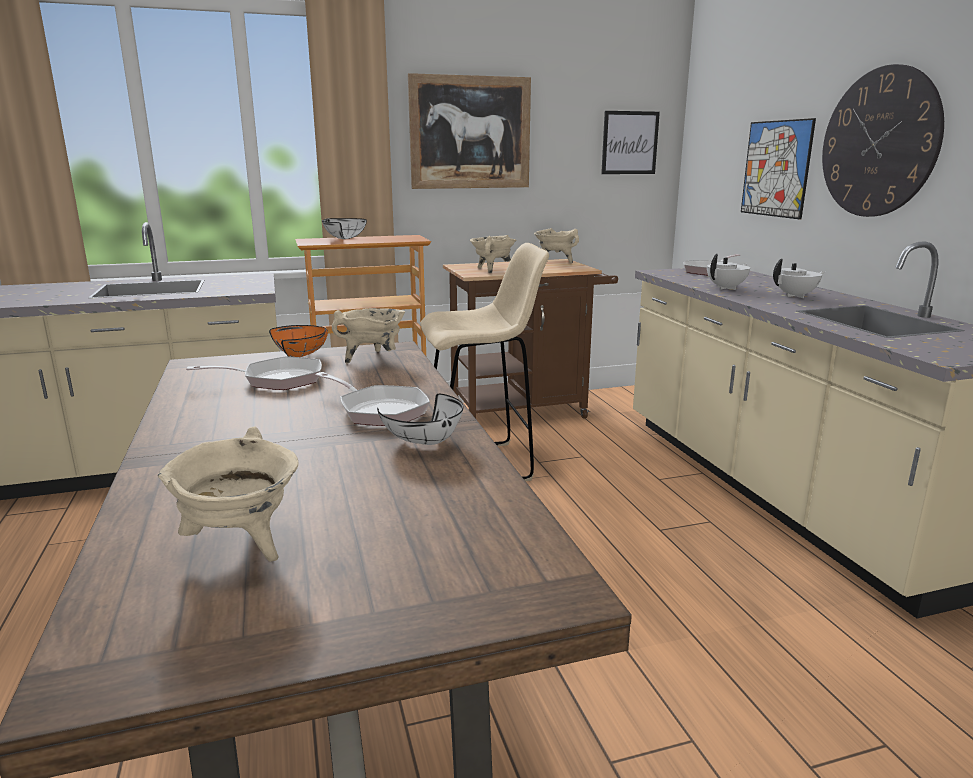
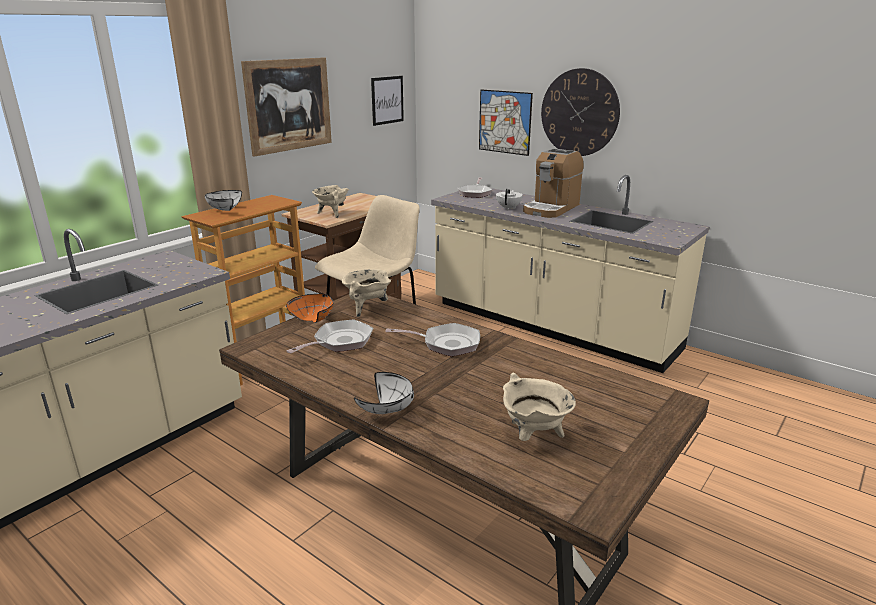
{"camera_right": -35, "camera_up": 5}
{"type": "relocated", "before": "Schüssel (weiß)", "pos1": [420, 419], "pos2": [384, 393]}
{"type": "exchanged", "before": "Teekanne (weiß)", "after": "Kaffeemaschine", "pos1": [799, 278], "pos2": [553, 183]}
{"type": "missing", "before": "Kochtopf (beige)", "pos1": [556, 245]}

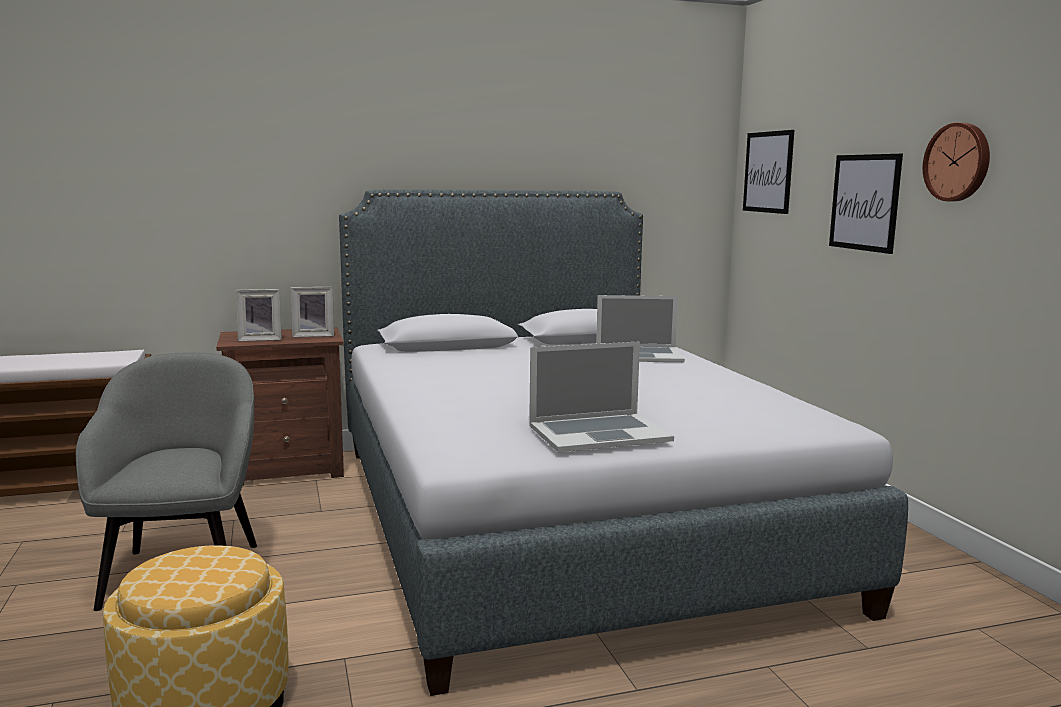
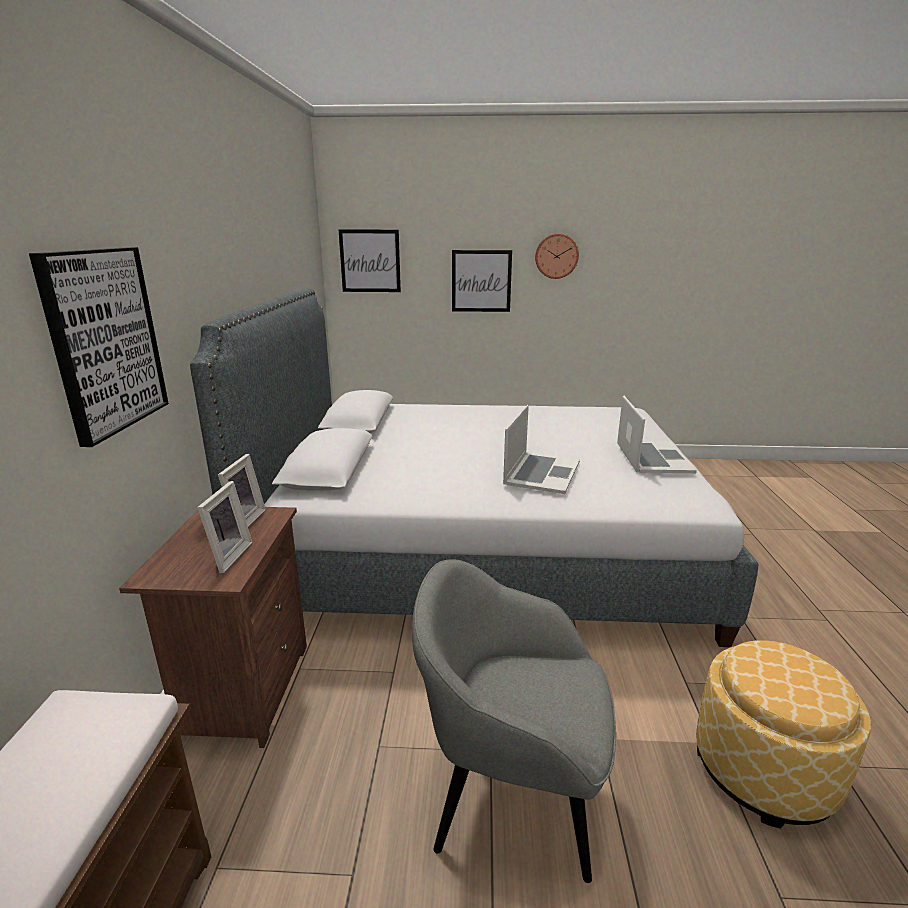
{"camera_right": -70, "camera_up": 10}
{"type": "appeared", "after": "Bild", "pos2": [99, 347]}
{"type": "relocated", "before": "Laptop", "pos1": [640, 328], "pos2": [541, 449]}

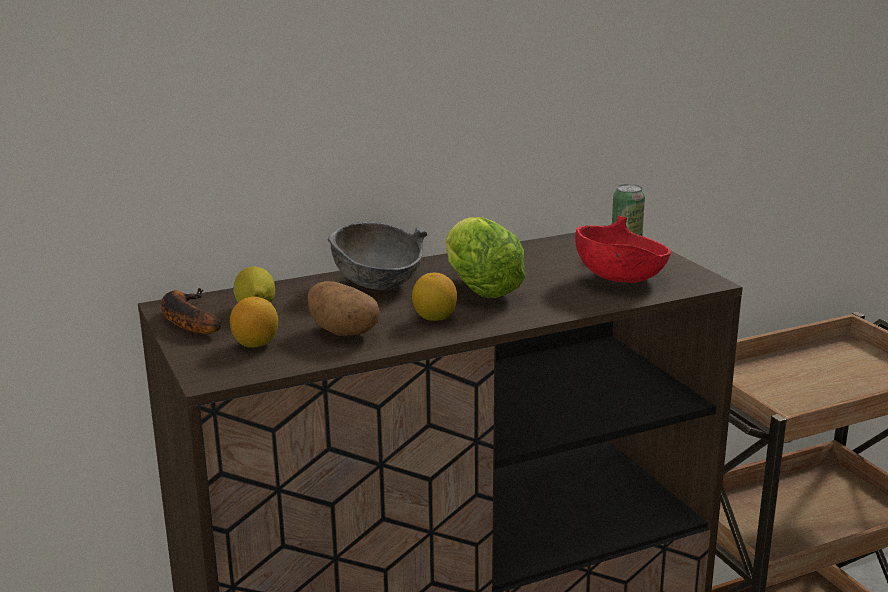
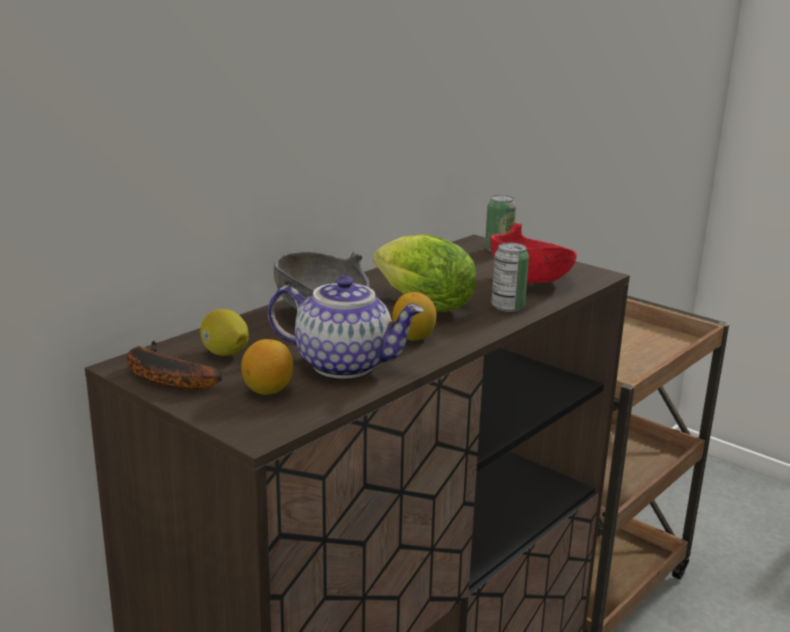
{"camera_right": -25, "camera_up": 0}
{"type": "exchanged", "before": "Kartoffel", "after": "Teekanne", "pos1": [344, 308], "pos2": [346, 327]}
{"type": "appeared", "after": "Dose", "pos2": [510, 277]}

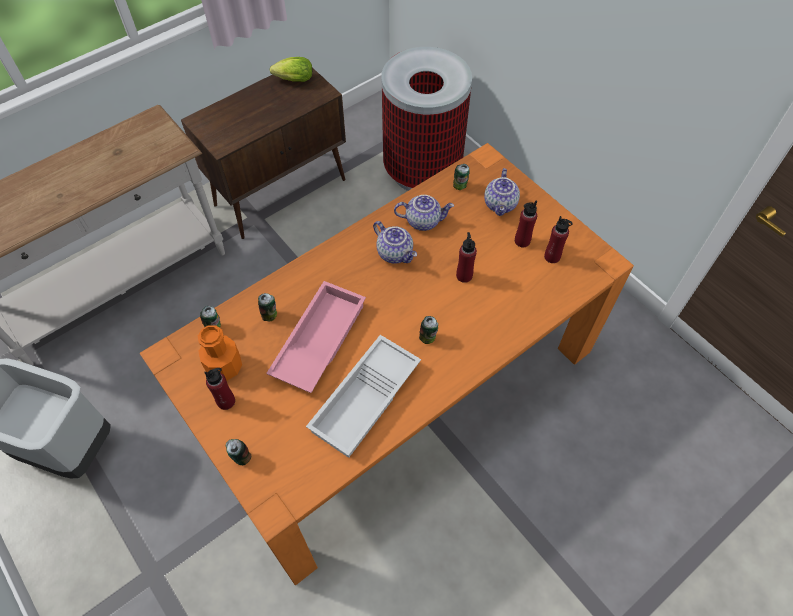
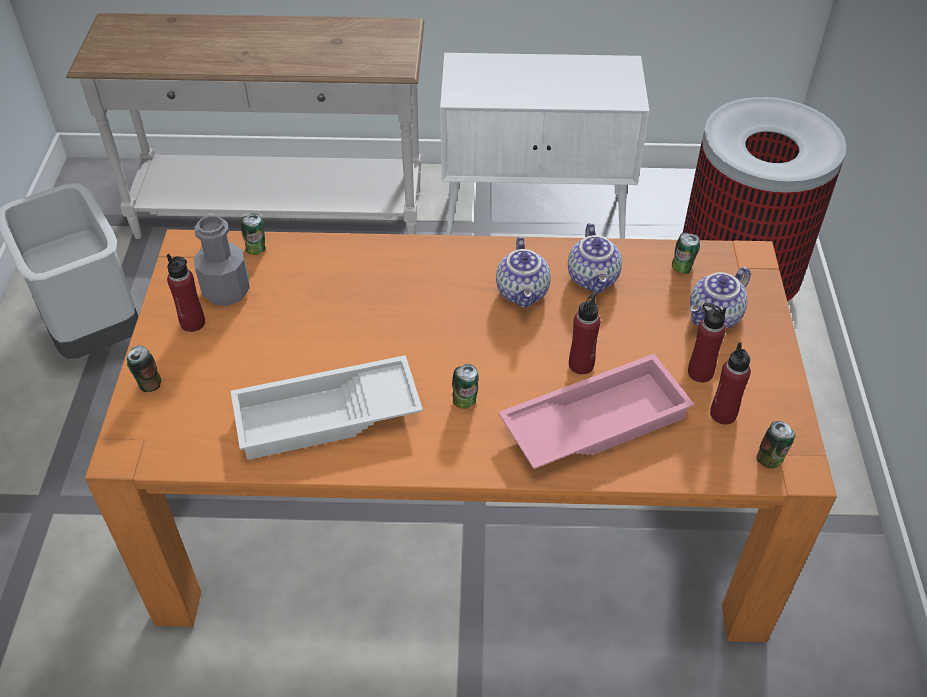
{"camera_right": 40, "camera_up": -10}
{"type": "colour", "before": "Flasche (orange)", "after": "Flasche (grau)", "pos1": [220, 353], "pos2": [222, 260]}
{"type": "colour", "before": "Schrank (braun)", "after": "Schrank (weiß)", "pos1": [263, 153], "pos2": [545, 146]}
{"type": "relocated", "before": "Tablett (rosa)", "pos1": [316, 337], "pos2": [596, 411]}
{"type": "spun", "before": "Teekanne", "pos1": [424, 213], "pos2": [595, 258], "turn": 45}
{"type": "relocated", "before": "Dose", "pos1": [267, 307], "pos2": [775, 445]}
{"type": "missing", "before": "Salatkopf", "pos1": [291, 69]}

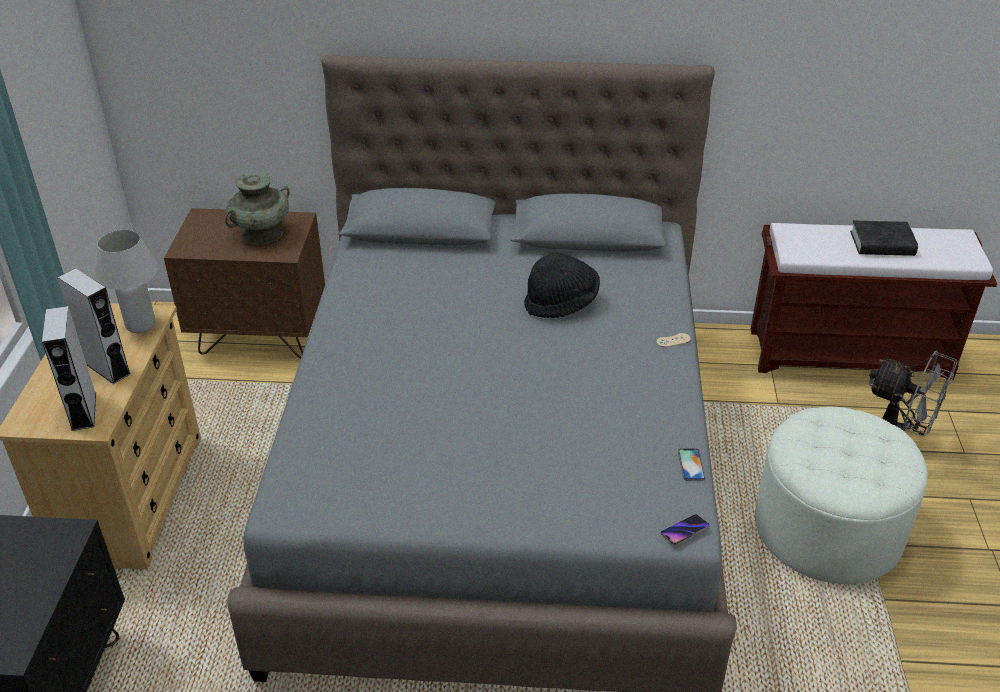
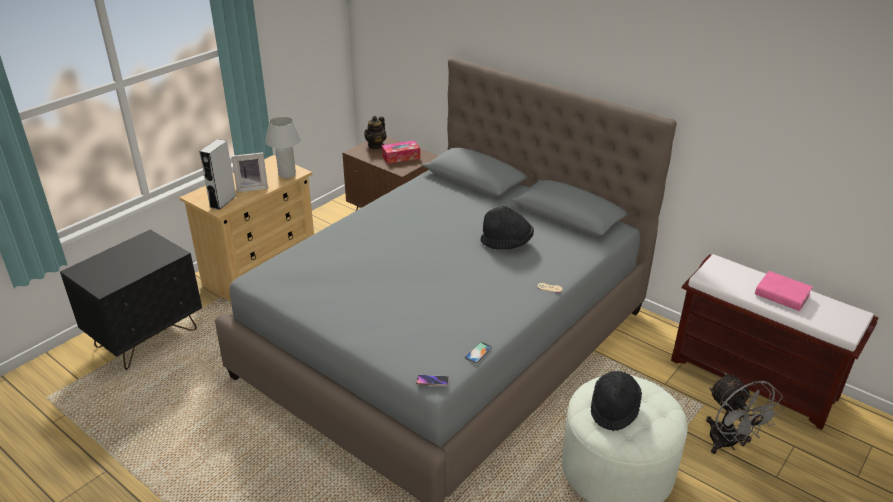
{"camera_right": 35, "camera_up": -5}
{"type": "exchanged", "before": "Lautsprecher (grau)", "after": "Bilderrahmen", "pos1": [93, 326], "pos2": [249, 172]}
{"type": "appeared", "after": "Teekanne", "pos2": [375, 132]}
{"type": "exchanged", "before": "Vase (türkis)", "after": "Taschentuchbox", "pos1": [257, 208], "pos2": [401, 152]}
{"type": "appeared", "after": "Hut (schwarz)", "pos2": [616, 401]}
{"type": "colour", "before": "Buch (schwarz)", "after": "Buch (rosa)", "pos1": [884, 238], "pos2": [784, 291]}

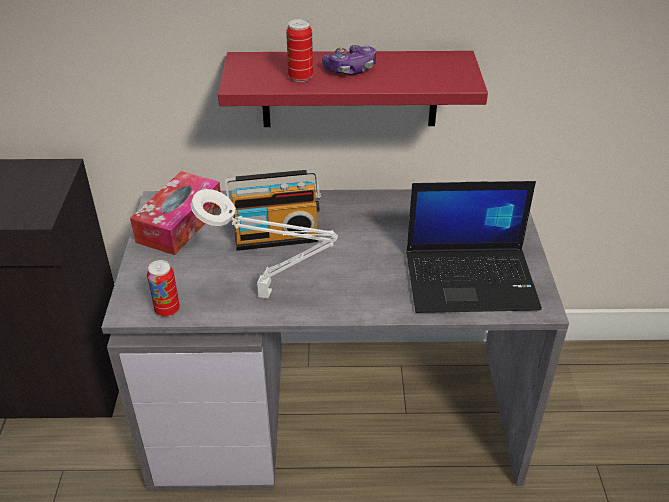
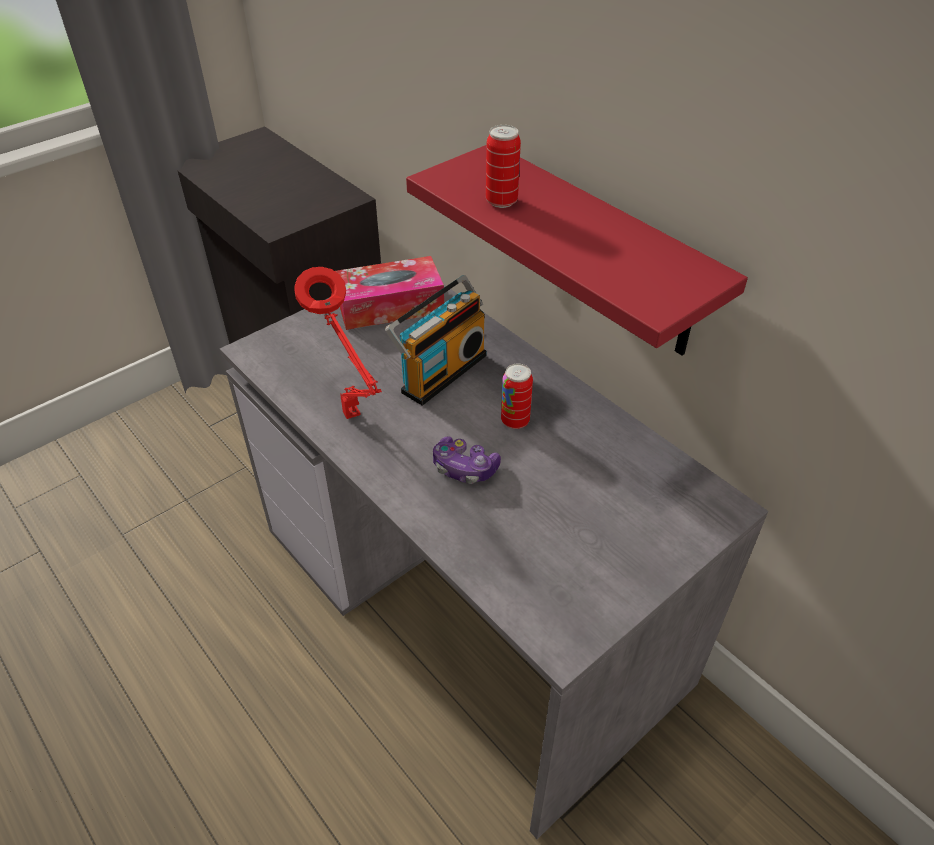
{"camera_right": 50, "camera_up": 5}
{"type": "colour", "before": "Tischlampe (weiß)", "after": "Tischlampe (rot)", "pos1": [264, 244], "pos2": [338, 343]}
{"type": "spun", "before": "Radio", "pos1": [273, 210], "pos2": [436, 340], "turn": -90}
{"type": "relocated", "before": "Gamepad", "pos1": [349, 60], "pos2": [467, 460]}
{"type": "relocated", "before": "Dose", "pos1": [163, 288], "pos2": [517, 396]}
{"type": "missing", "before": "Laptop", "pos1": [474, 247]}

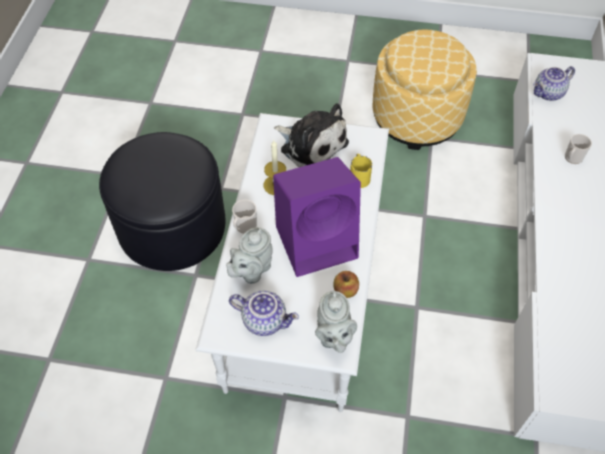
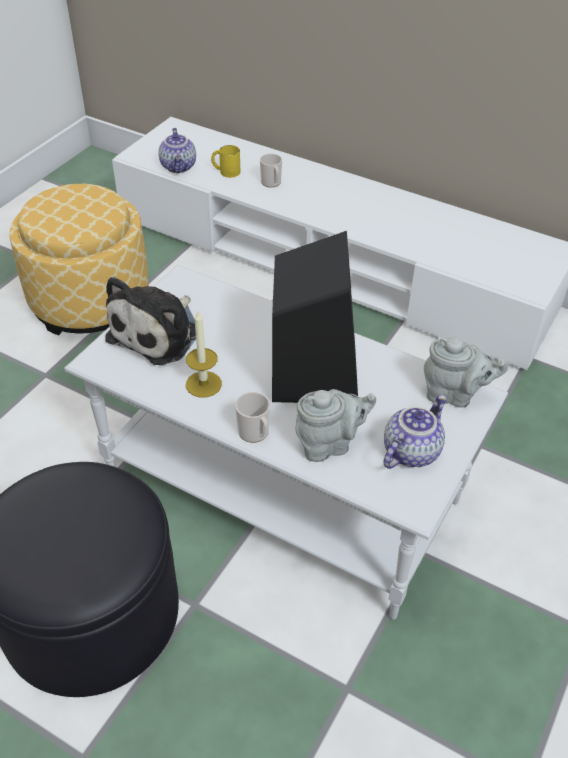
{"camera_right": -70, "camera_up": -10}
{"type": "spun", "before": "Plüschtier", "pos1": [311, 135], "pos2": [150, 320], "turn": 150}
{"type": "relocated", "before": "Henkelbecher (gelb)", "pos1": [361, 171], "pos2": [225, 161]}
{"type": "colour", "before": "Lautsprecher (lila)", "after": "Lautsprecher (schwarz)", "pos1": [317, 217], "pos2": [315, 317]}
{"type": "spun", "before": "Teekanne (grau)", "pos1": [249, 255], "pos2": [335, 425], "turn": -75}
{"type": "missing", "before": "Apfel", "pos1": [346, 284]}

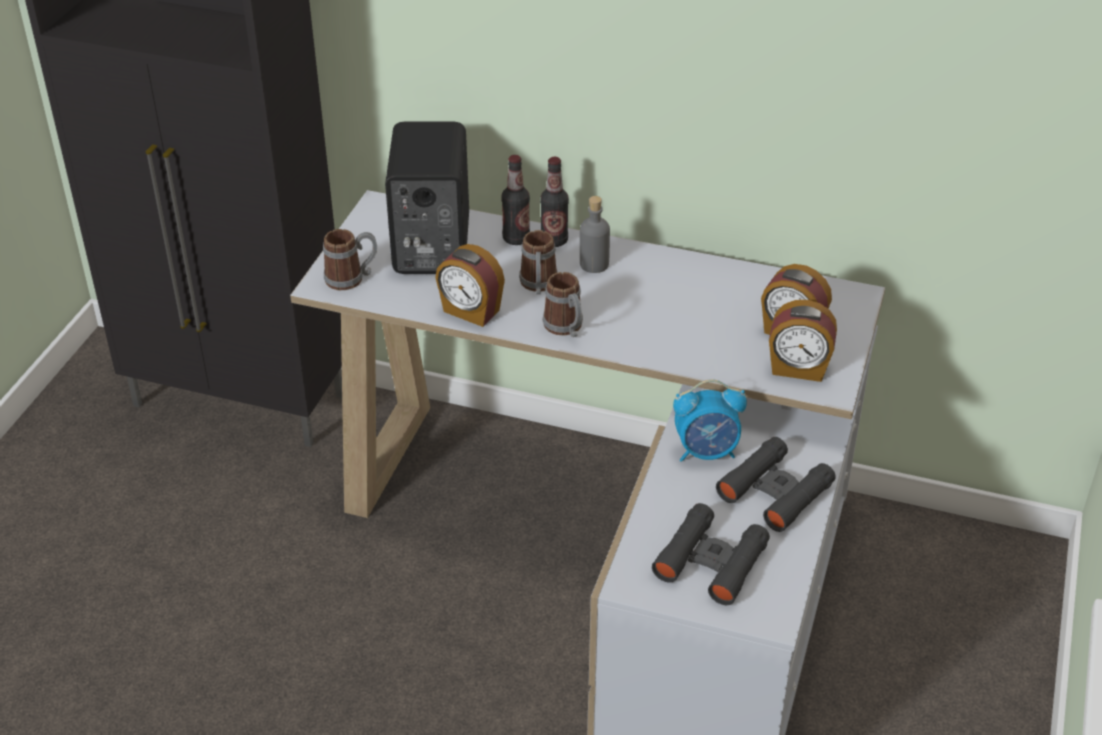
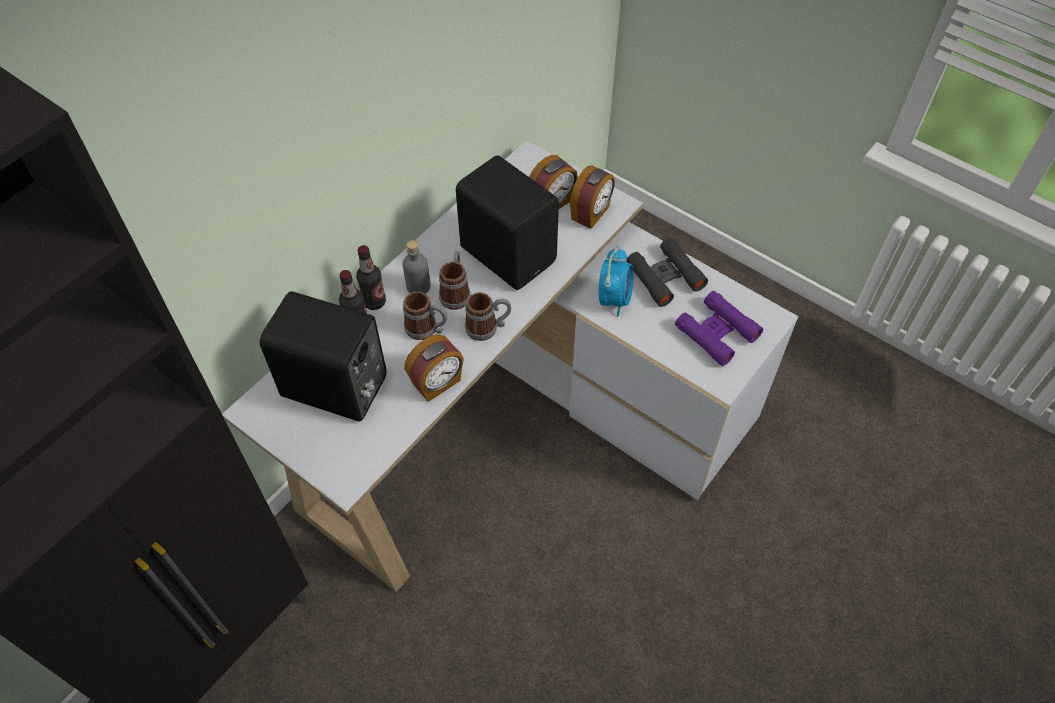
{"camera_right": -70, "camera_up": 15}
{"type": "relocated", "before": "Henkelbecher", "pos1": [350, 259], "pos2": [455, 280]}
{"type": "appeared", "after": "Lautsprecher (schwarz)", "pos2": [507, 222]}
{"type": "colour", "before": "Fernglas (schwarz)", "after": "Fernglas (lila)", "pos1": [711, 554], "pos2": [719, 328]}

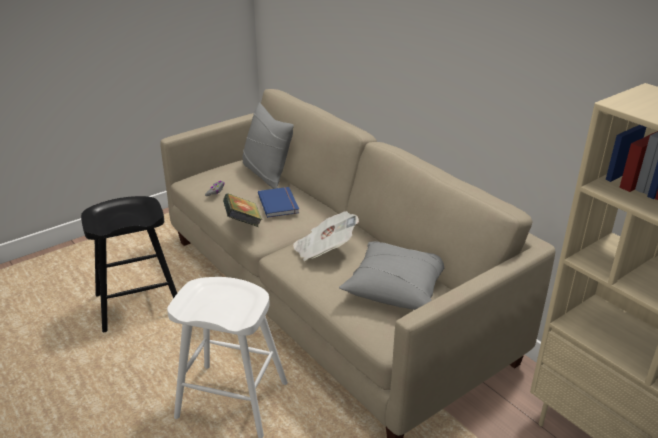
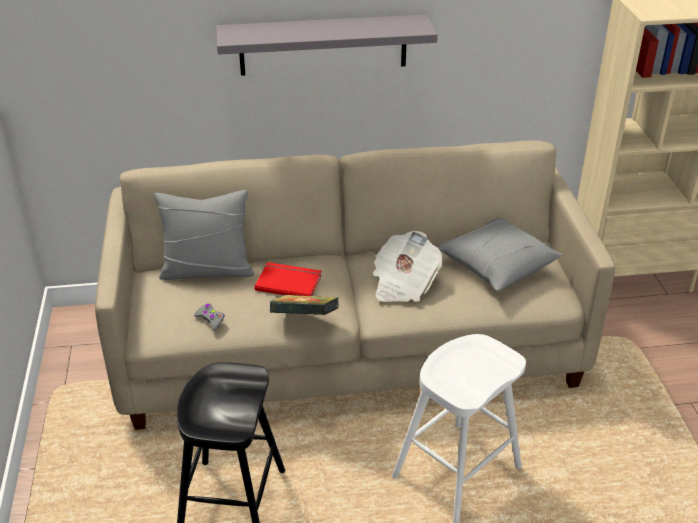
{"camera_right": -60, "camera_up": 5}
{"type": "appeared", "after": "Wandregal (grau)", "pos2": [327, 45]}
{"type": "colour", "before": "Buch (blau)", "after": "Buch (rot)", "pos1": [278, 202], "pos2": [288, 279]}

